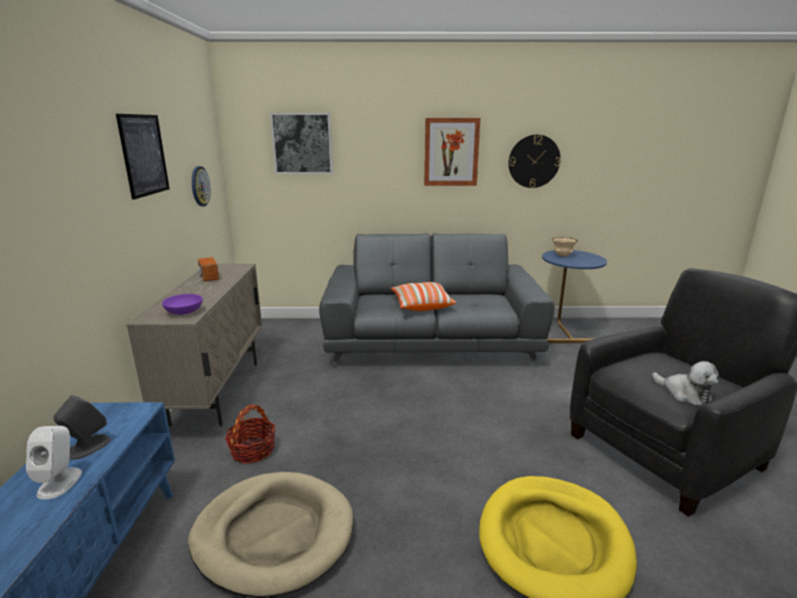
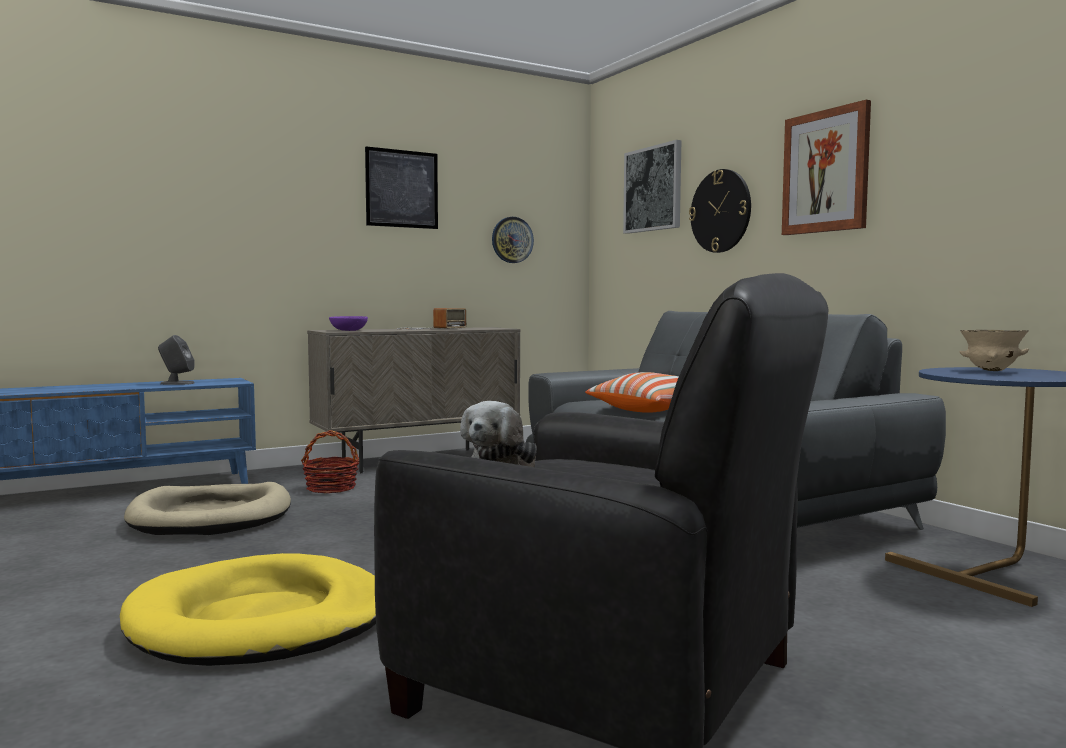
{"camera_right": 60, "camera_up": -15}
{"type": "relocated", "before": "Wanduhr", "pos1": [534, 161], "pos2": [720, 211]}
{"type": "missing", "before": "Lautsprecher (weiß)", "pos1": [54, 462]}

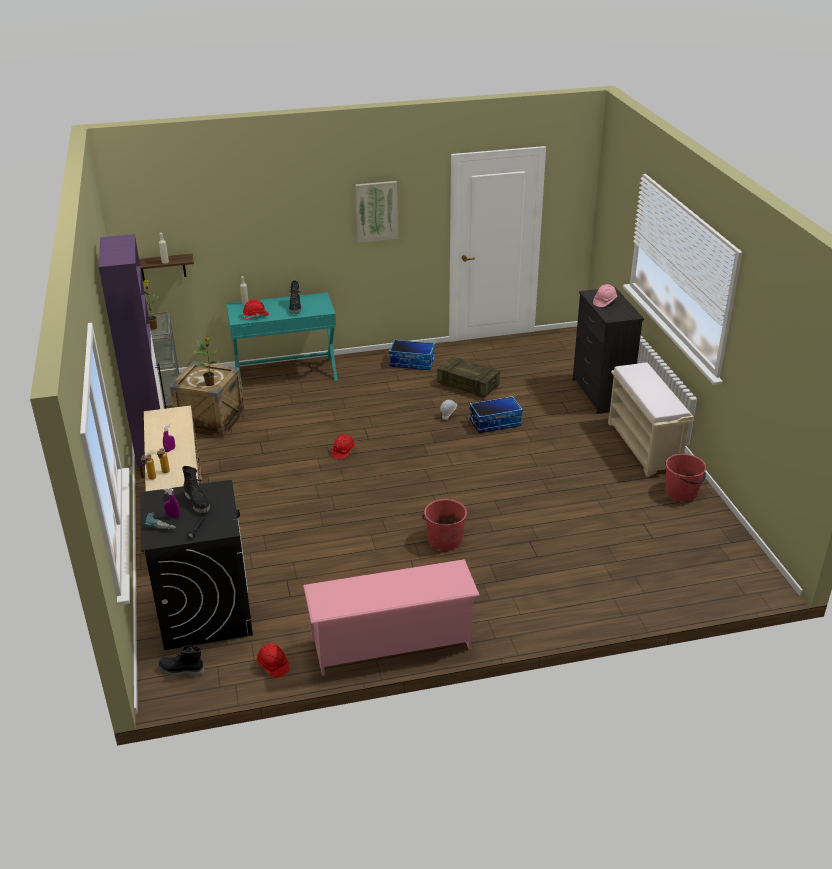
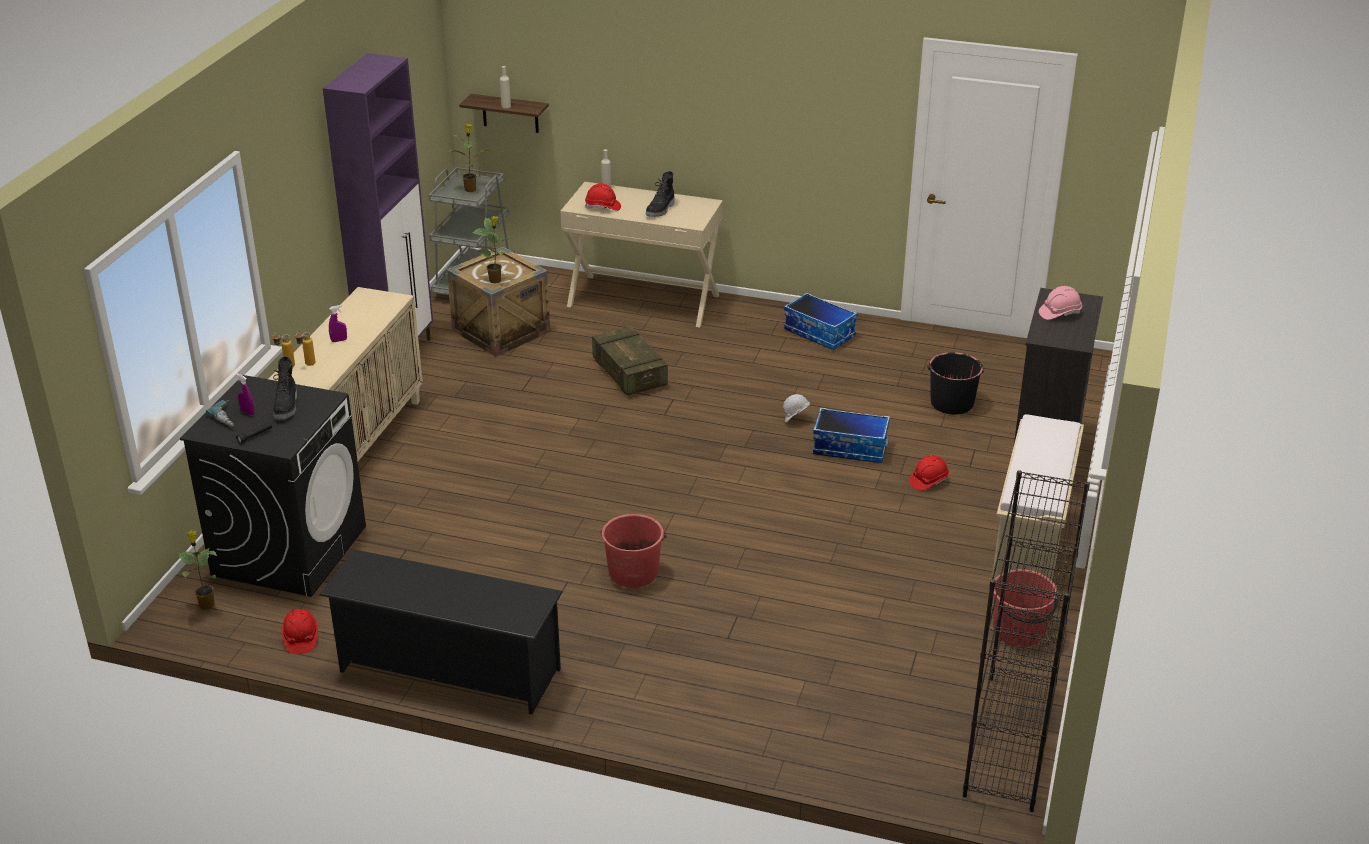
{"camera_right": 30, "camera_up": 0}
{"type": "exchanged", "before": "Stiefel (schwarz)", "after": "Topfpflanze", "pos1": [181, 661], "pos2": [197, 570]}
{"type": "colour", "before": "Schuhregal (rosa)", "after": "Schuhregal (schwarz)", "pos1": [391, 617], "pos2": [440, 631]}
{"type": "colour", "before": "Schreibtisch (türkis)", "after": "Schreibtisch (beige)", "pos1": [282, 342], "pos2": [641, 254]}
{"type": "relocated", "before": "Kiste", "pos1": [468, 377], "pos2": [630, 361]}
{"type": "relocated", "before": "Schutzhelm (rot)", "pos1": [343, 447], "pos2": [929, 473]}
{"type": "appeared", "after": "Eimer (schwarz)", "pos2": [955, 383]}
{"type": "appeared", "after": "Bücherregal (schwarz)", "pos2": [1026, 641]}
{"type": "missing", "before": "Bild", "pos1": [376, 212]}

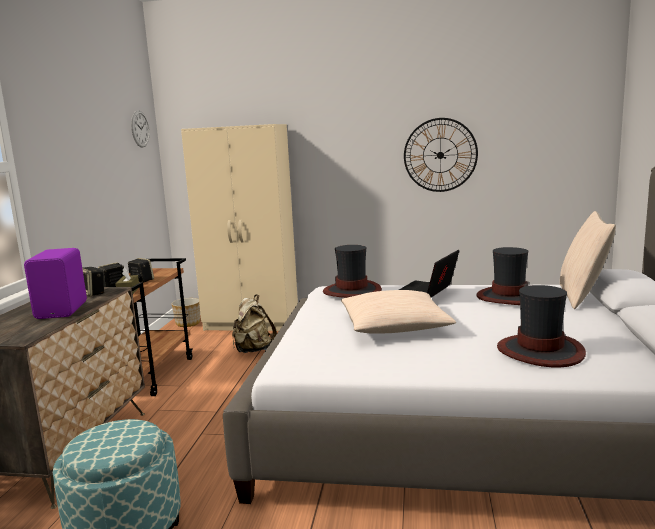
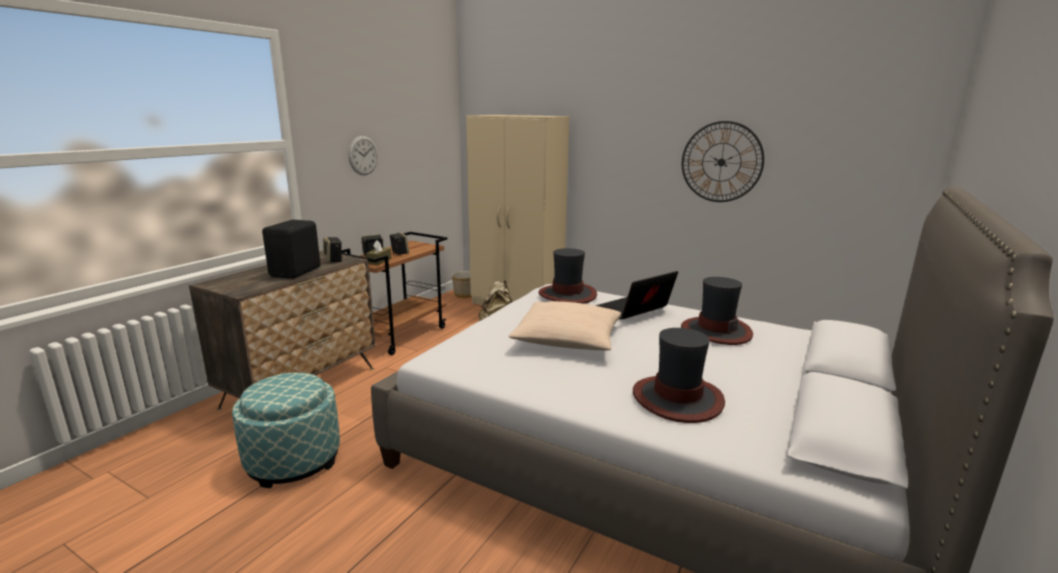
{"camera_right": 20, "camera_up": 5}
{"type": "colour", "before": "Lautsprecher (lila)", "after": "Lautsprecher (schwarz)", "pos1": [55, 283], "pos2": [291, 249]}
{"type": "relocated", "before": "Wanduhr", "pos1": [140, 129], "pos2": [363, 155]}
{"type": "missing", "before": "Kissen (beige)", "pos1": [588, 260]}

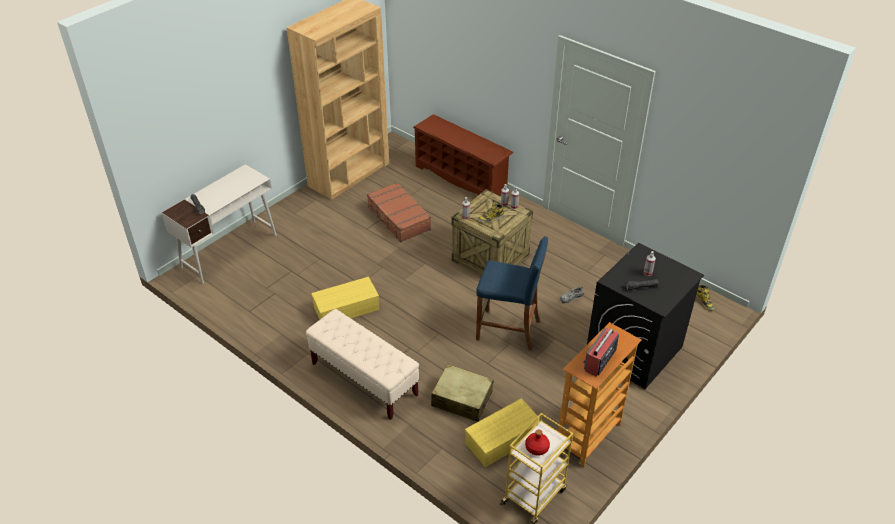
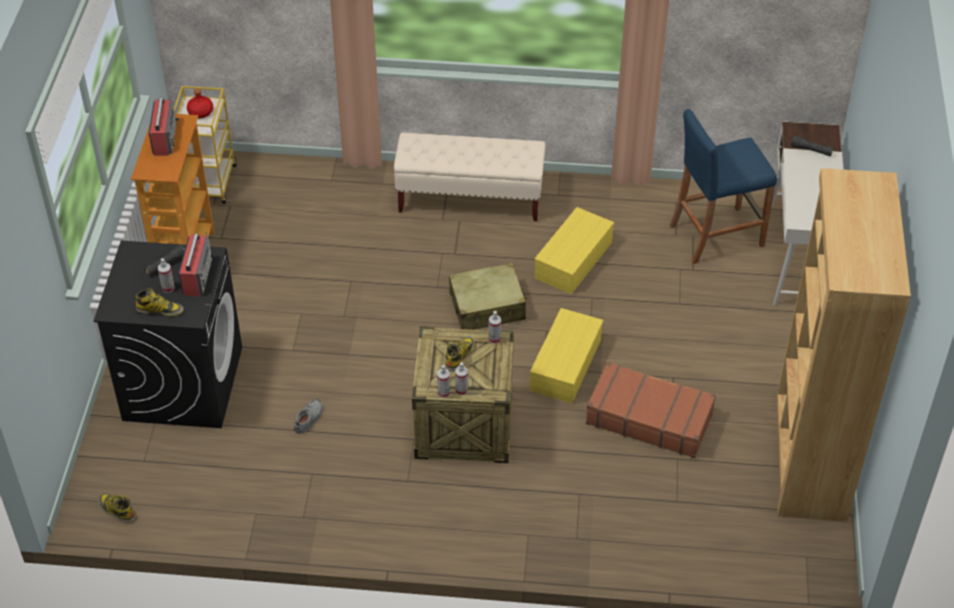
{"camera_right": 145, "camera_up": 5}
{"type": "appeared", "after": "Stiefel", "pos2": [160, 302]}
{"type": "appeared", "after": "Radio", "pos2": [196, 264]}
{"type": "relocated", "before": "Koffer (beige)", "pos1": [462, 393], "pos2": [488, 296]}
{"type": "relocated", "before": "Aufbewahrungsbox (gelb)", "pos1": [504, 432], "pos2": [566, 355]}
{"type": "relocated", "before": "Hocker (blau)", "pos1": [512, 293], "pos2": [723, 186]}
{"type": "missing", "before": "Schuhregal (braun)", "pos1": [463, 155]}

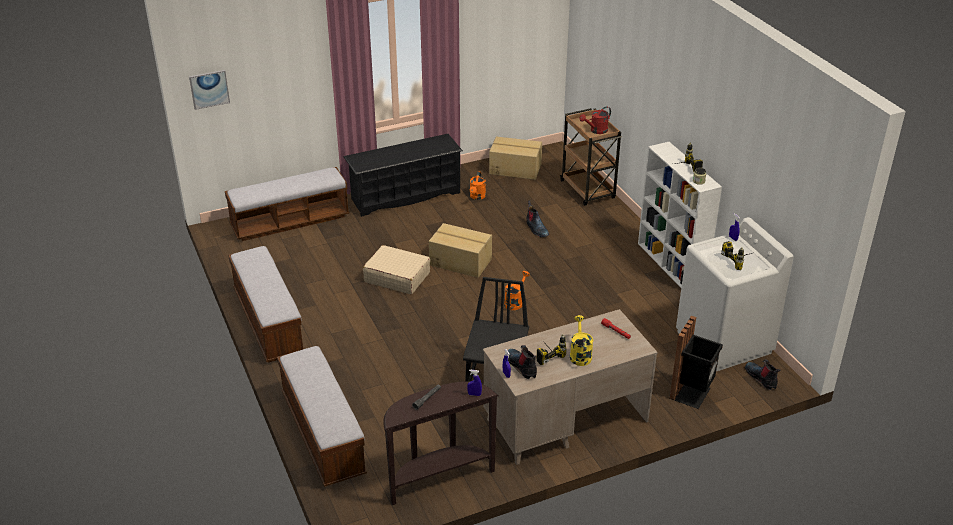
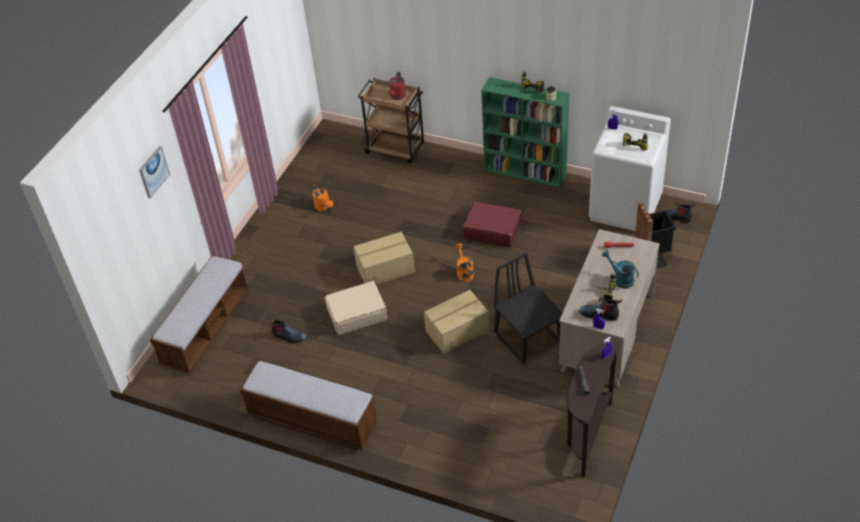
{"camera_right": -40, "camera_up": 10}
{"type": "relocated", "before": "Bild", "pos1": [209, 90], "pos2": [154, 172]}
{"type": "relocated", "before": "Stiefel", "pos1": [537, 218], "pos2": [286, 329]}
{"type": "relocated", "before": "Karton", "pos1": [515, 158], "pos2": [456, 322]}
{"type": "appeared", "after": "Koffer (rot)", "pos2": [492, 224]}
{"type": "colour", "before": "Bücherregal (weiß)", "after": "Bücherregal (grün)", "pos1": [680, 215], "pos2": [525, 132]}
{"type": "colour", "before": "Gießkanne (gelb)", "after": "Gießkanne (türkis)", "pos1": [581, 340], "pos2": [620, 269]}
{"type": "missing", "before": "Bank", "pos1": [322, 416]}
{"type": "missing", "before": "Schuhregal (schwarz)", "pos1": [403, 175]}

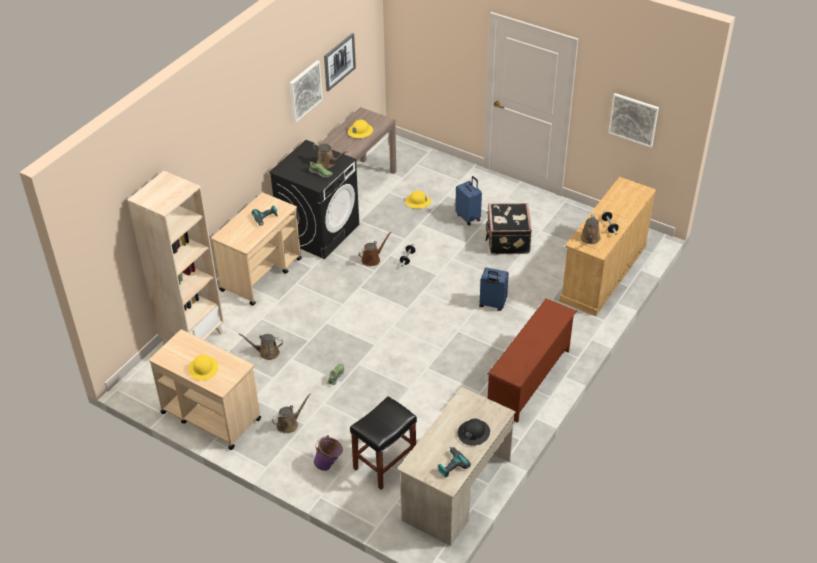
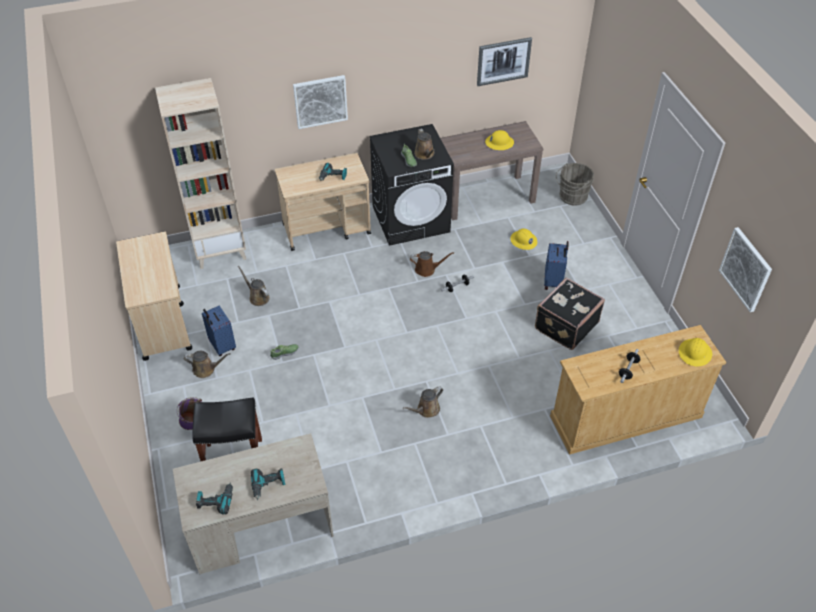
{"camera_right": 40, "camera_up": 5}
{"type": "relocated", "before": "Koffer (blau)", "pos1": [494, 289], "pos2": [219, 330]}
{"type": "exchanged", "before": "Schutzhelm (schwarz)", "after": "Bohrmaschine", "pos1": [474, 432], "pos2": [268, 484]}
{"type": "relocated", "before": "Bild", "pos1": [306, 91], "pos2": [320, 102]}
{"type": "relocated", "before": "Gießkanne (braun)", "pos1": [591, 229], "pos2": [423, 402]}
{"type": "appeared", "after": "Eimer (grau)", "pos2": [575, 184]}
{"type": "relocated", "before": "Schutzhelm (gelb)", "pos1": [203, 368], "pos2": [695, 352]}
{"type": "missing", "before": "Schuhregal (braun)", "pos1": [532, 360]}

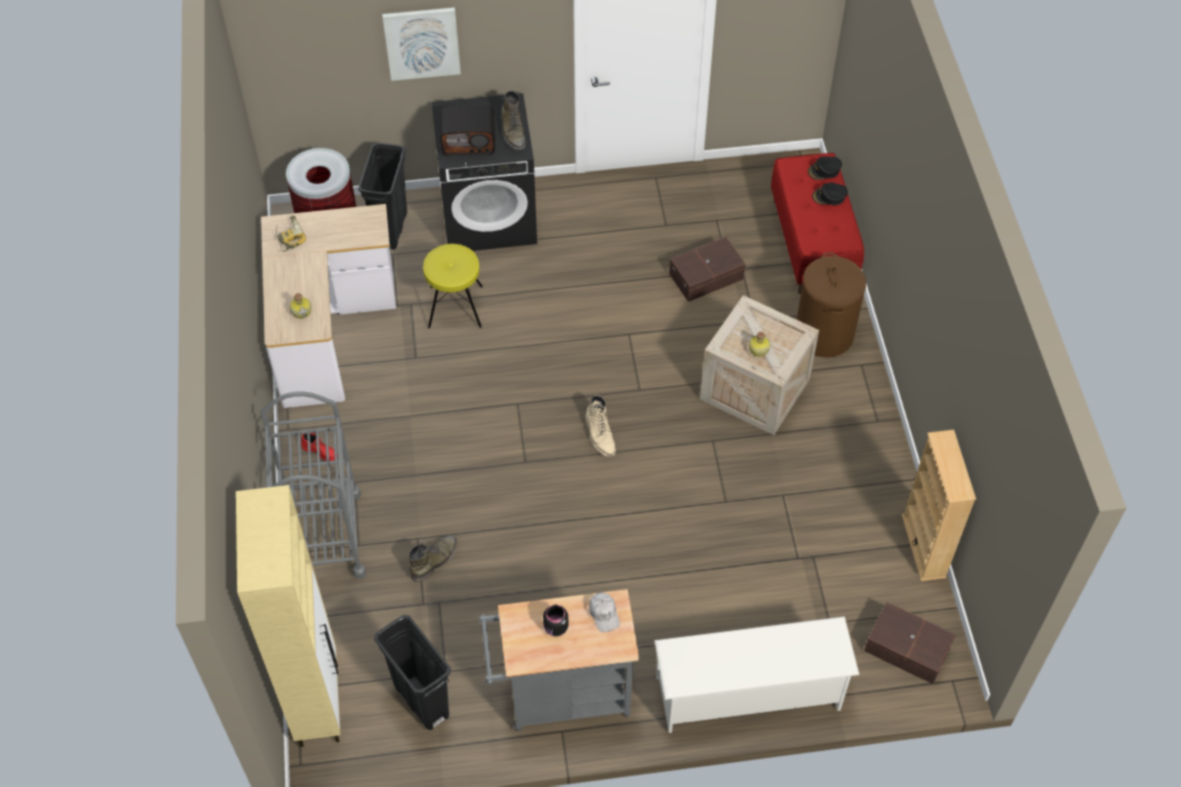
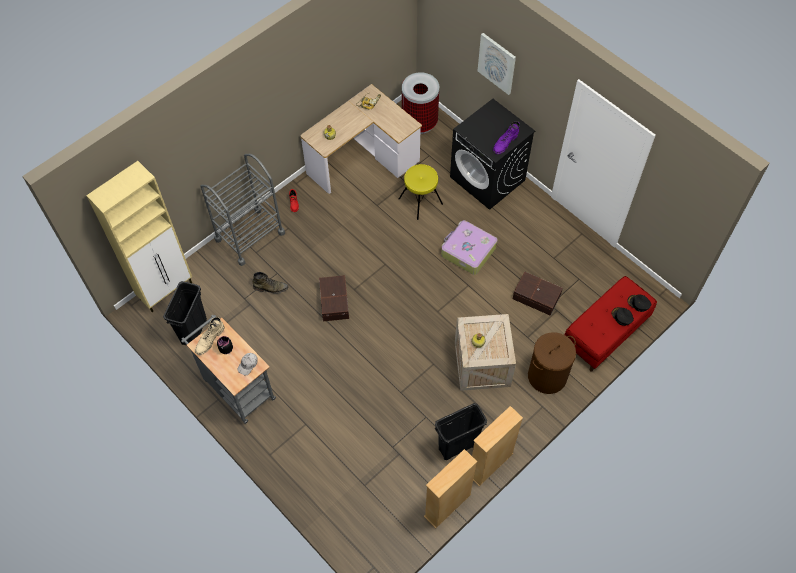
{"camera_right": 55, "camera_up": 5}
{"type": "relocated", "before": "Stiefel (beige)", "pos1": [600, 426], "pos2": [210, 336]}
{"type": "relocated", "before": "Aufbewahrungsbox (braun)", "pos1": [910, 643], "pos2": [334, 298]}
{"type": "relocated", "before": "Mülleimer (schwarz)", "pos1": [382, 196], "pos2": [461, 431]}
{"type": "appeared", "after": "Koffer", "pos2": [469, 247]}
{"type": "appeared", "after": "Bücherregal (beige)", "pos2": [497, 446]}
{"type": "colour", "before": "Stiefel (grün)", "after": "Stiefel (lila)", "pos1": [513, 120], "pos2": [506, 137]}
{"type": "missing", "before": "Radio", "pos1": [467, 130]}
{"type": "missing", "before": "Schuhregal (weiß)", "pos1": [756, 674]}

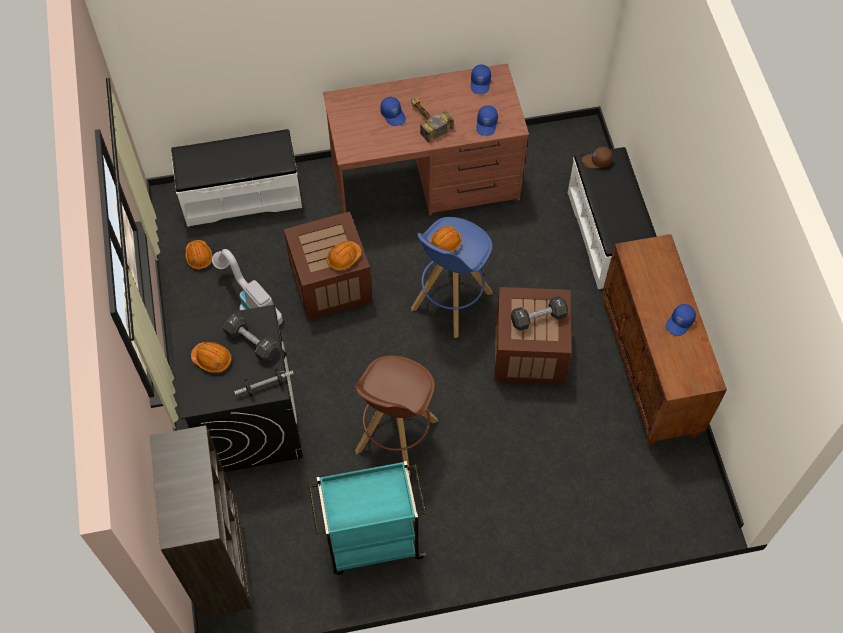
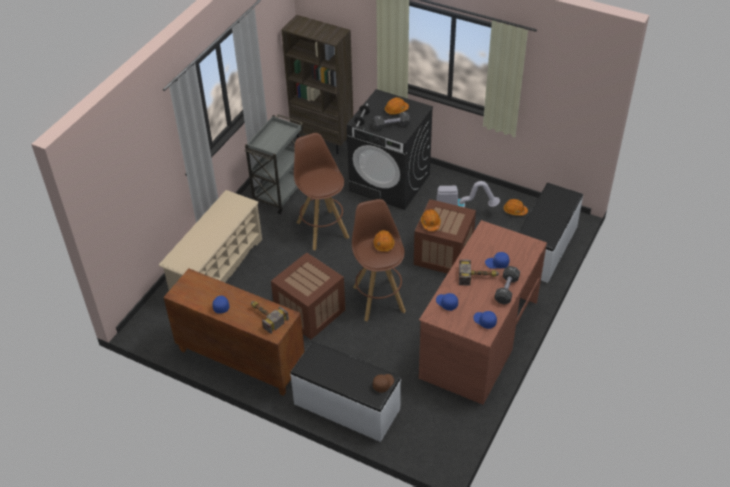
{"camera_right": 130, "camera_up": -15}
{"type": "appeared", "after": "Schuhregal (beige)", "pos2": [210, 240]}
{"type": "colour", "before": "Rollwagen (türkis)", "after": "Rollwagen (grau)", "pos1": [367, 518], "pos2": [274, 164]}
{"type": "appeared", "after": "Hammer", "pos2": [270, 317]}
{"type": "colour", "before": "Hocker (blau)", "after": "Hocker (braun)", "pos1": [452, 277], "pos2": [379, 260]}
{"type": "relocated", "before": "Hantel (schwarz)", "pos1": [539, 313], "pos2": [507, 285]}

